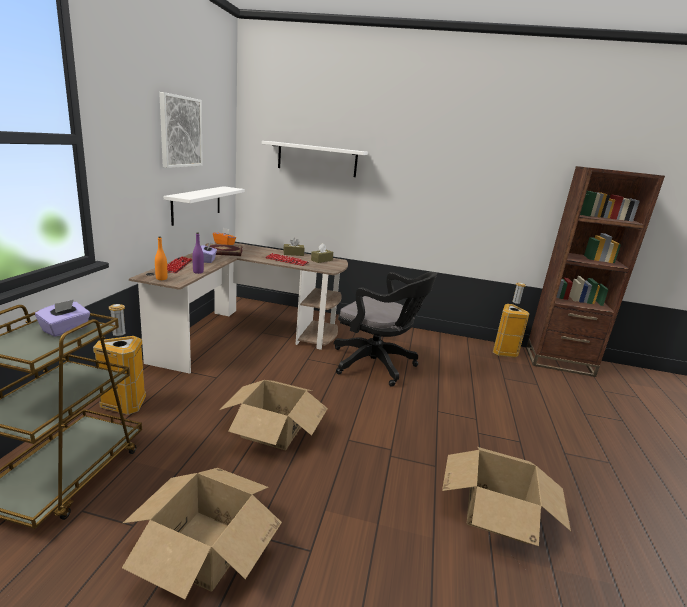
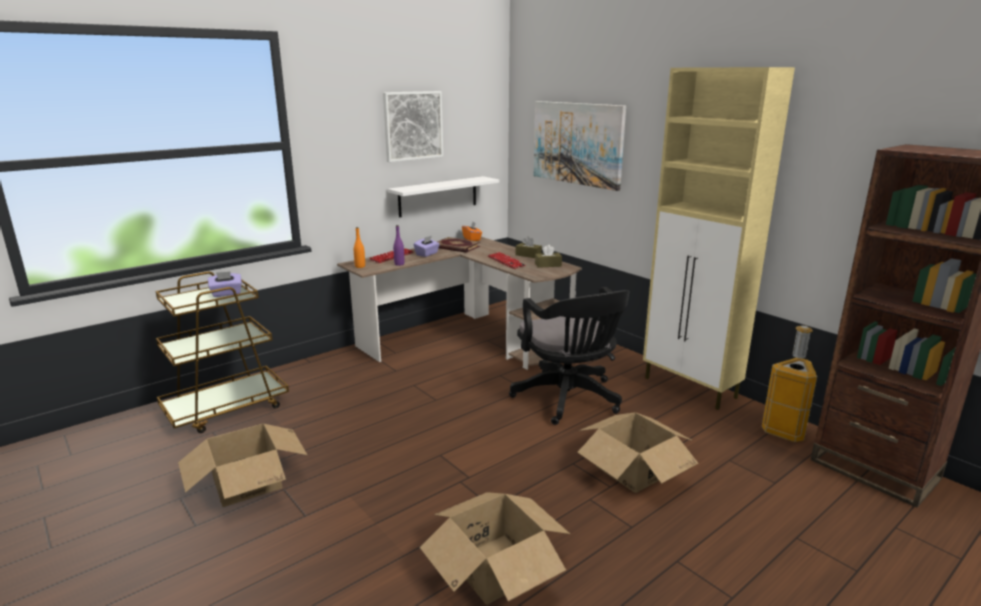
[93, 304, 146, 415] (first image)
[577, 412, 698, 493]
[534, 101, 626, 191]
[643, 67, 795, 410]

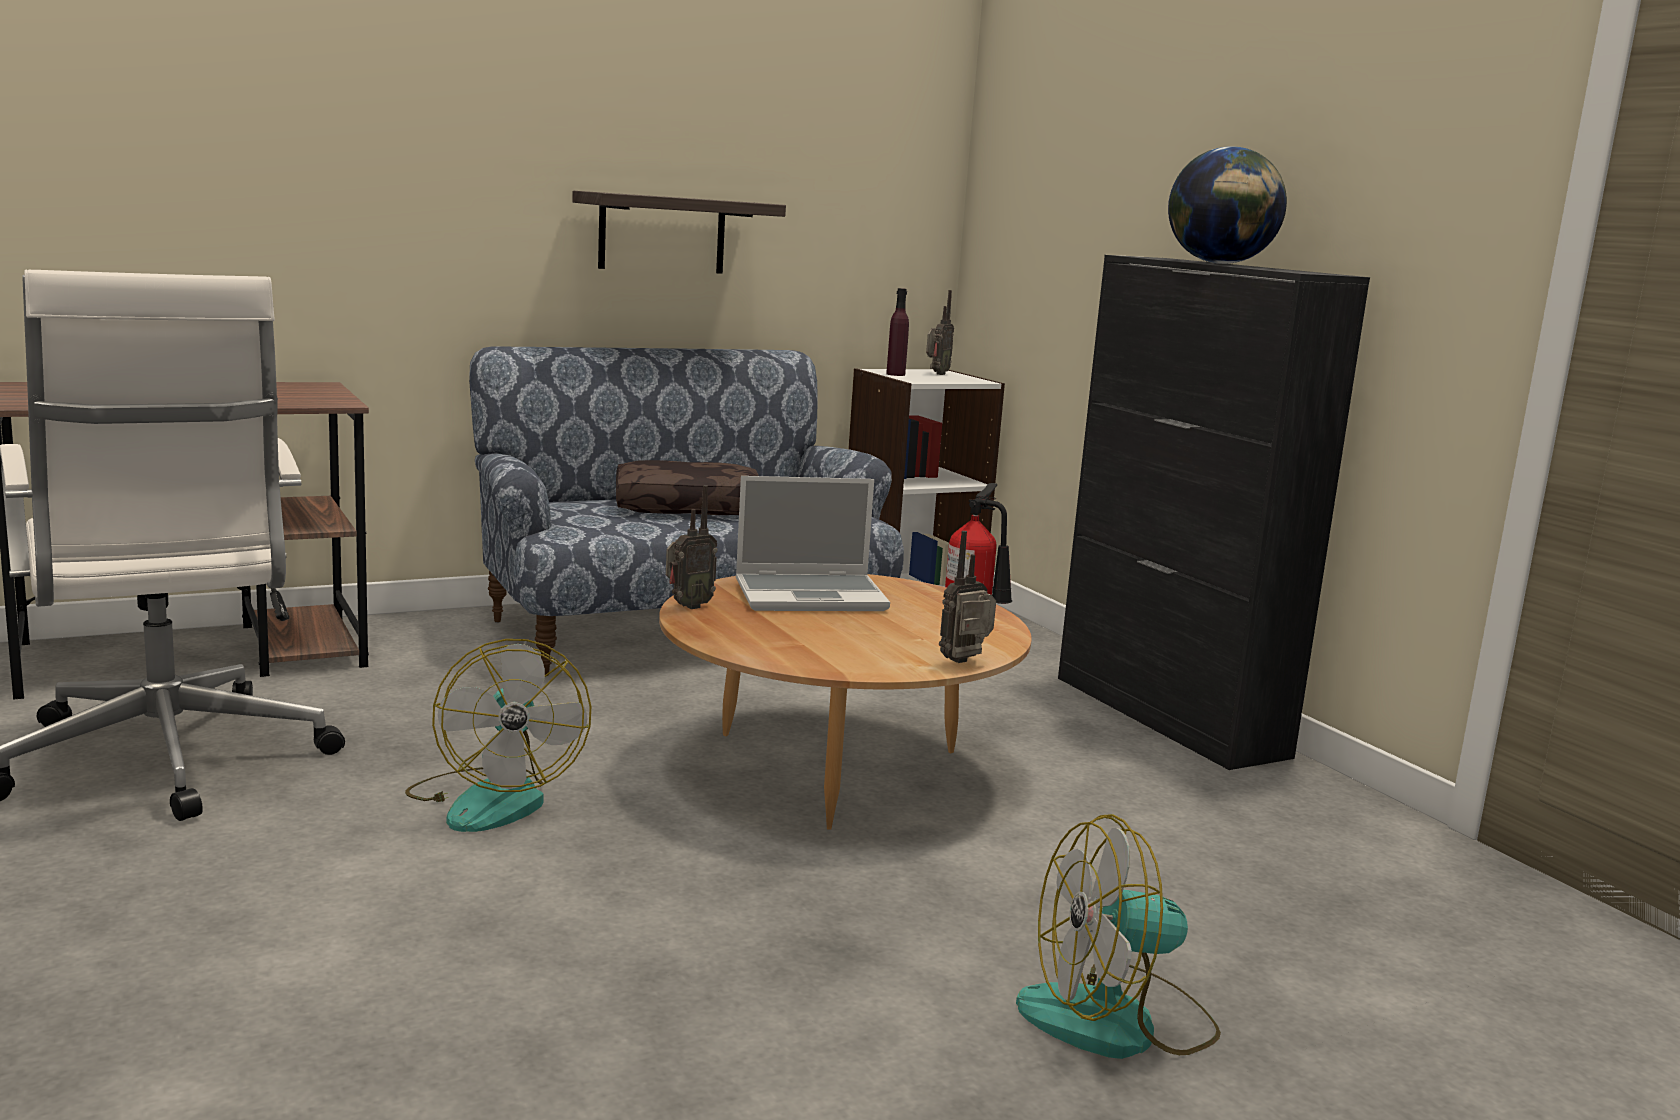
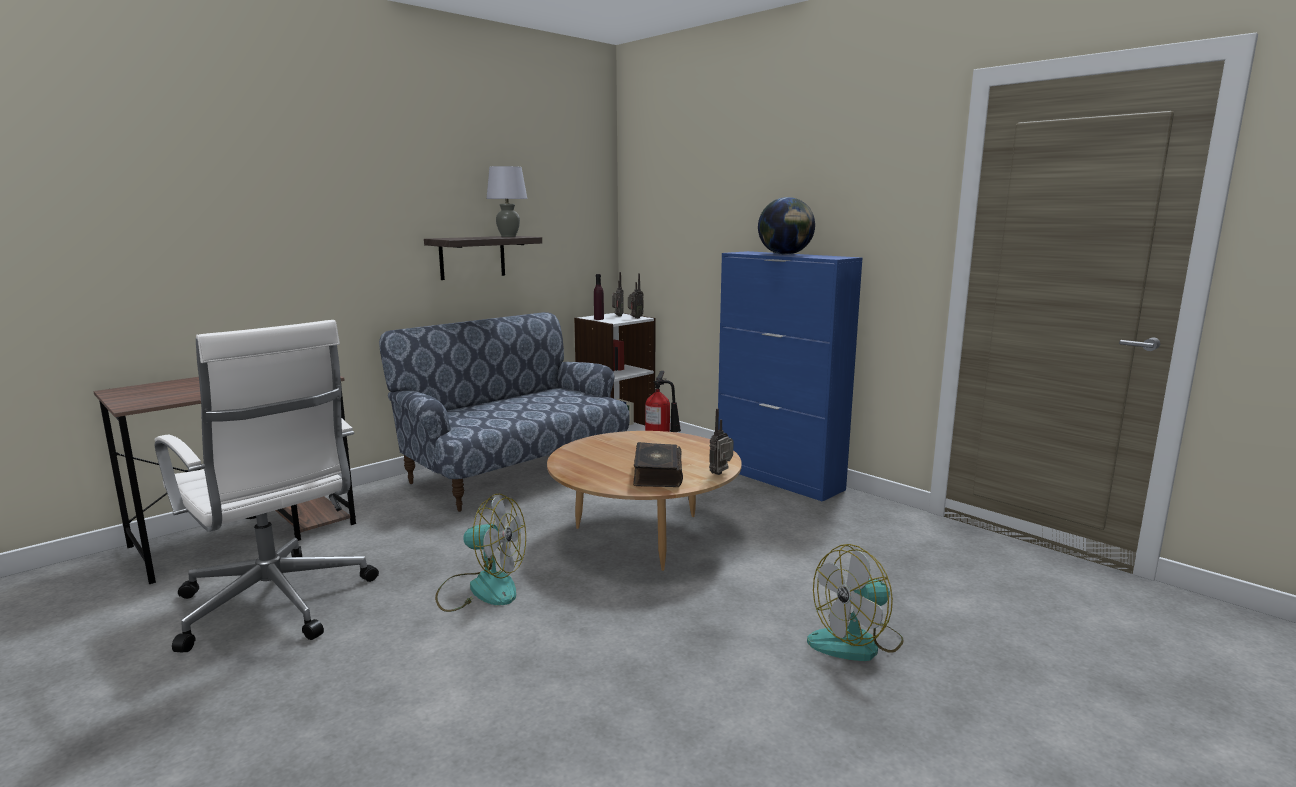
[435, 493, 526, 612]
[616, 460, 759, 515] (first image)
[628, 273, 644, 319]
[736, 476, 890, 611] (first image)
[718, 251, 863, 502]
[486, 166, 527, 237]
[633, 442, 683, 487]

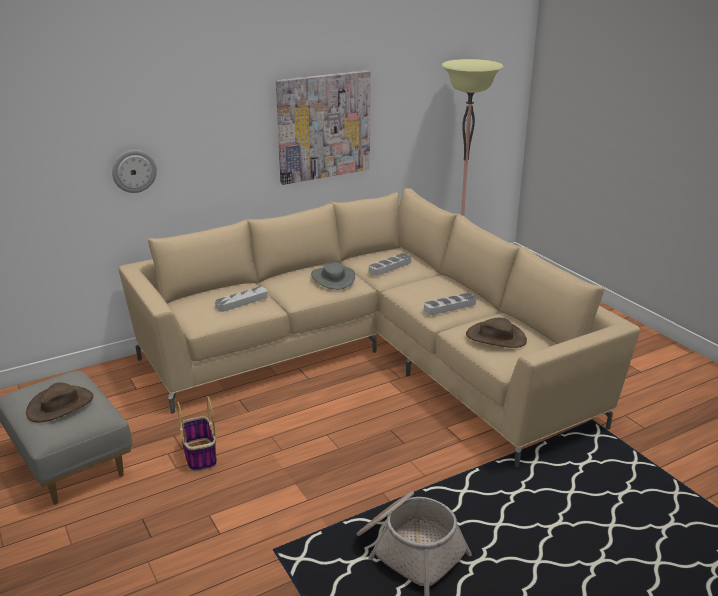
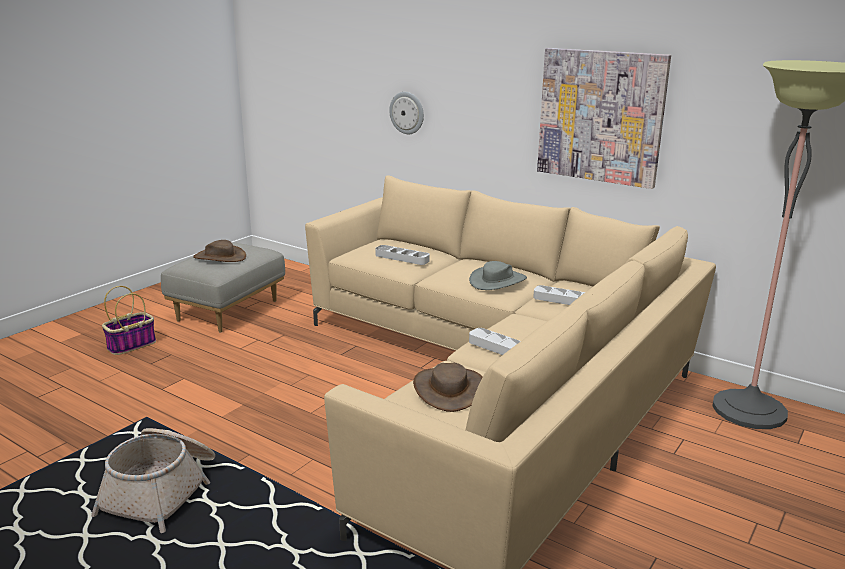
[102, 286, 156, 355]

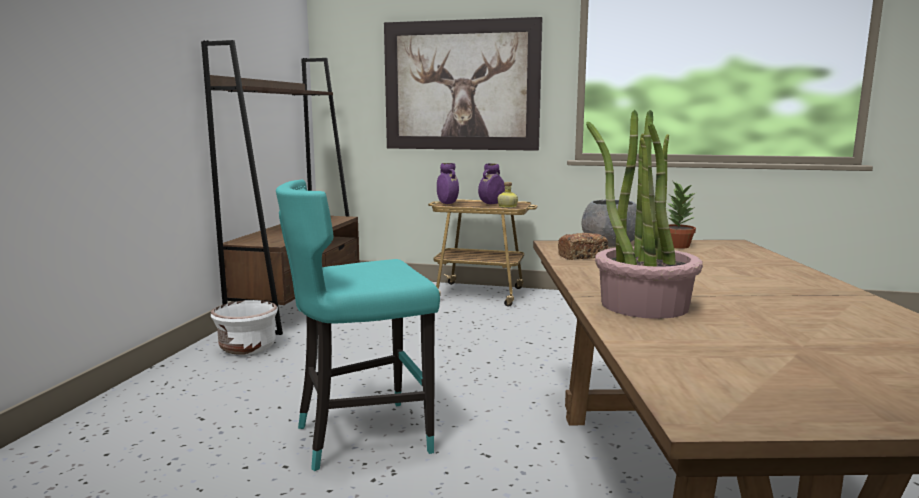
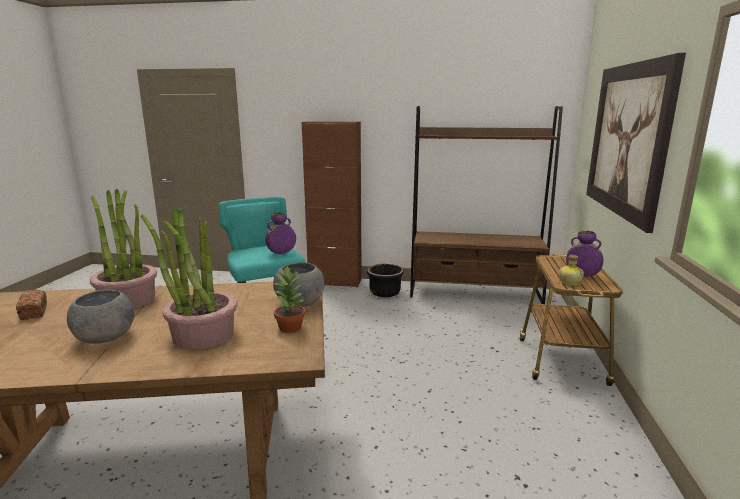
[367, 264, 403, 297]
[265, 213, 296, 254]
[16, 289, 47, 320]
[67, 290, 134, 344]
[141, 207, 237, 350]
[302, 121, 362, 288]

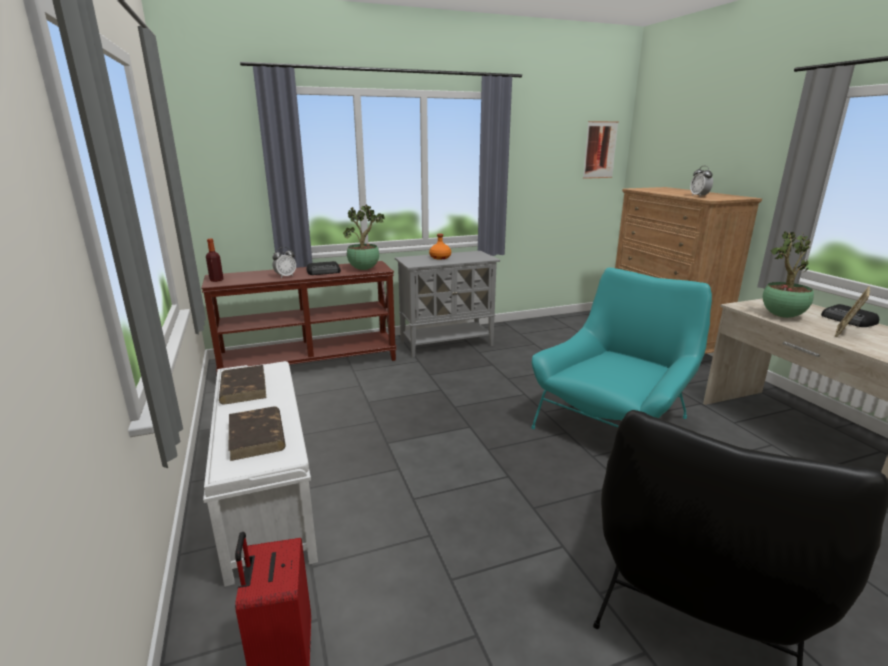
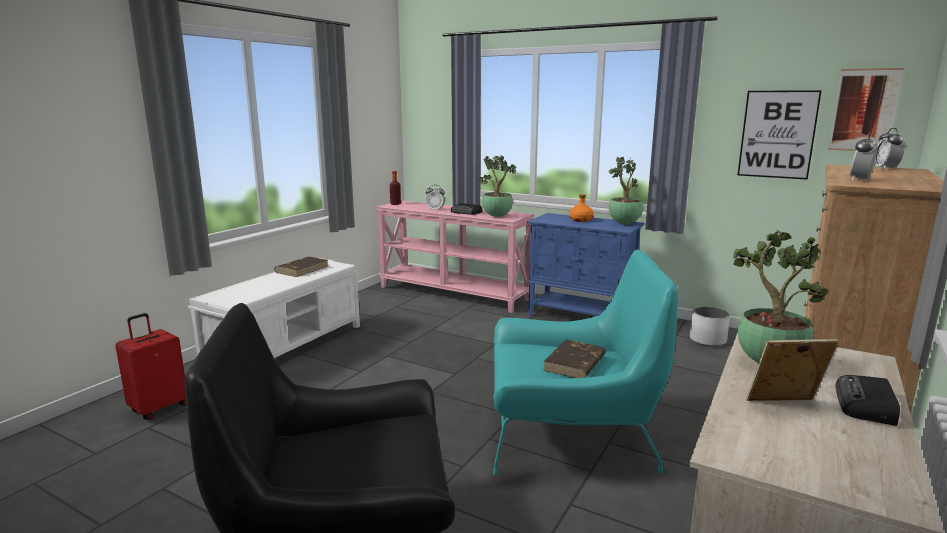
[376, 200, 534, 313]
[543, 339, 606, 378]
[527, 213, 645, 316]
[608, 157, 643, 224]
[690, 306, 730, 347]
[738, 90, 822, 180]
[875, 128, 905, 170]

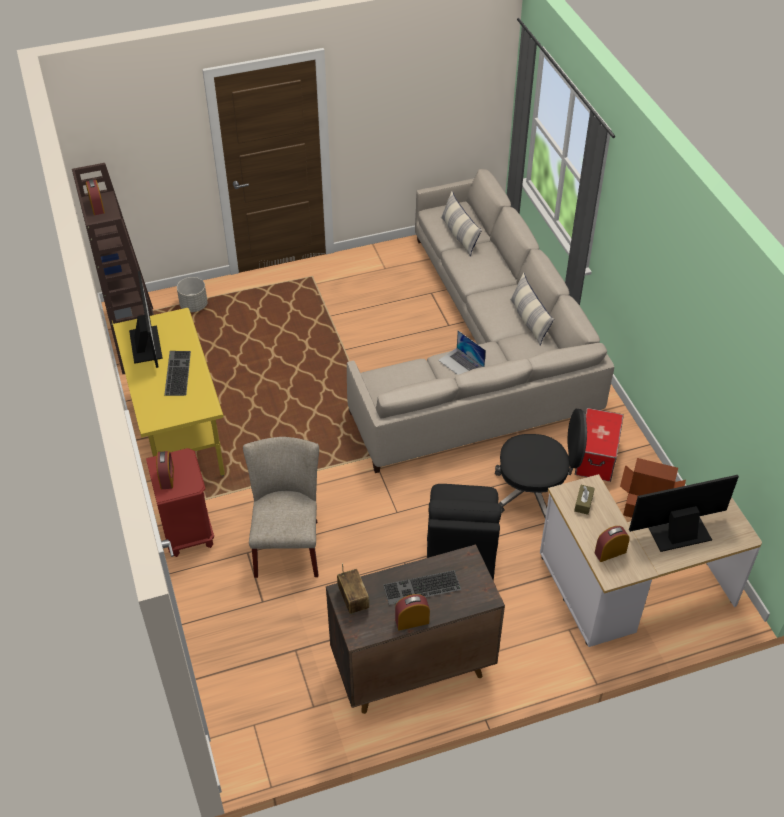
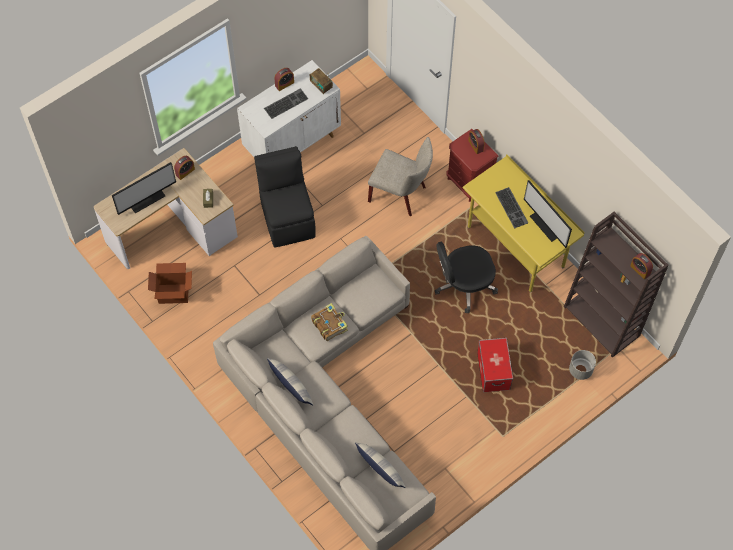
[368, 137, 433, 216]
[237, 60, 341, 157]
[311, 303, 348, 341]
[435, 242, 498, 313]
[477, 338, 513, 392]

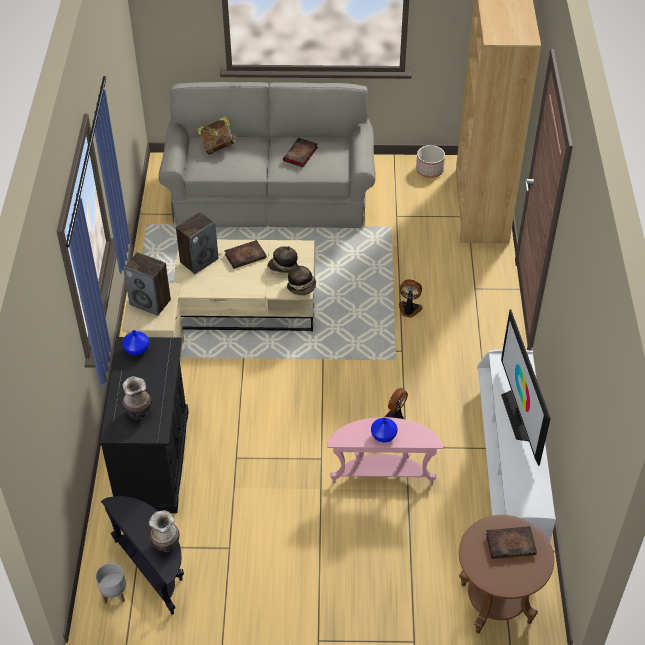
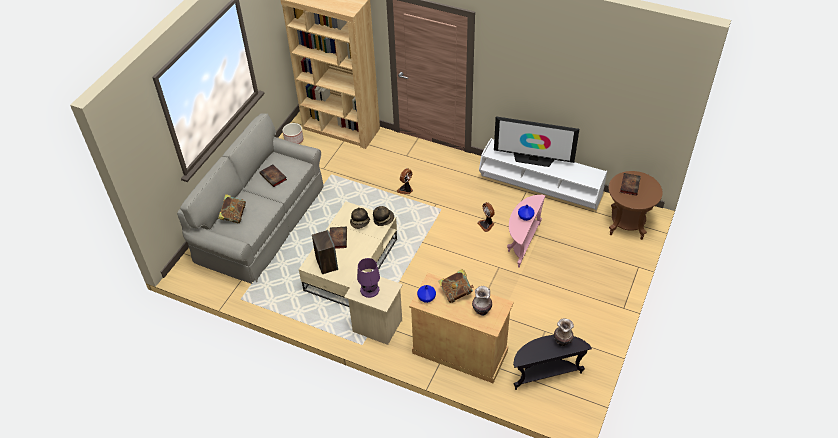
[96, 563, 126, 604] (first image)
[409, 273, 514, 383]
[357, 258, 380, 298]
[438, 269, 474, 303]

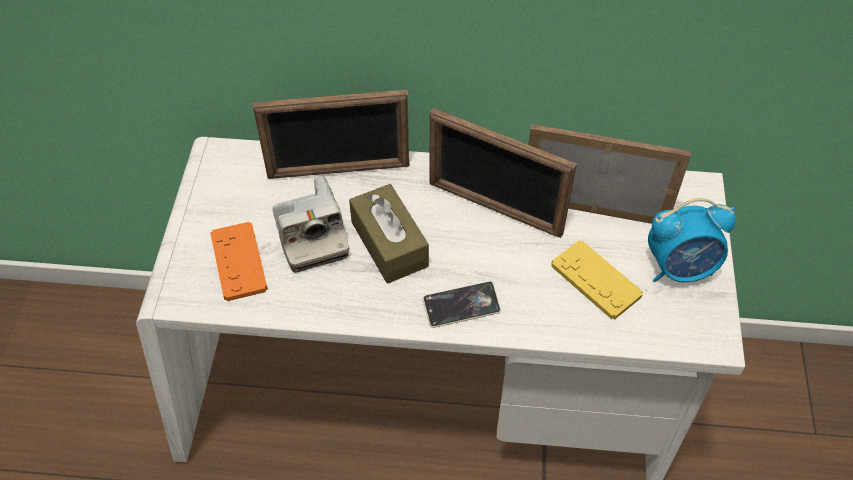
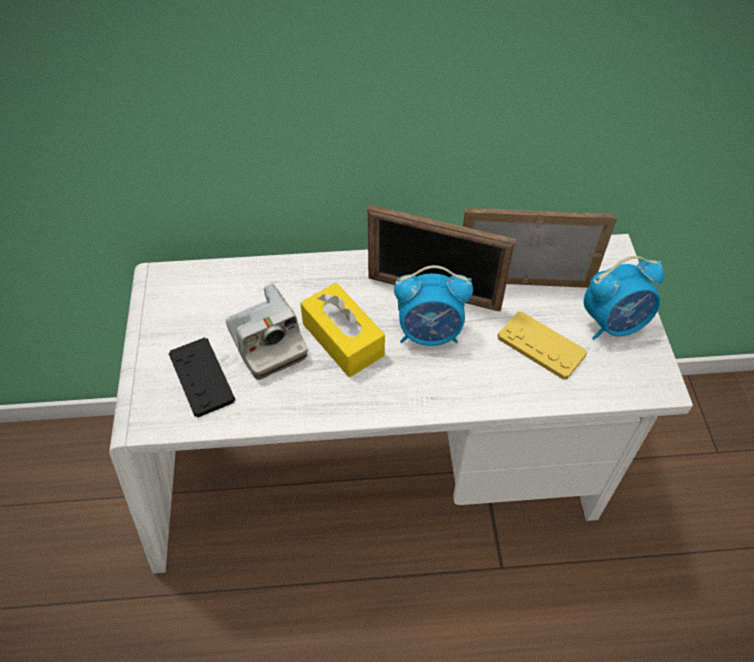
[168, 337, 235, 418]
[253, 90, 409, 179] (first image)
[300, 283, 385, 377]
[423, 281, 501, 328] (first image)
[394, 265, 473, 346]

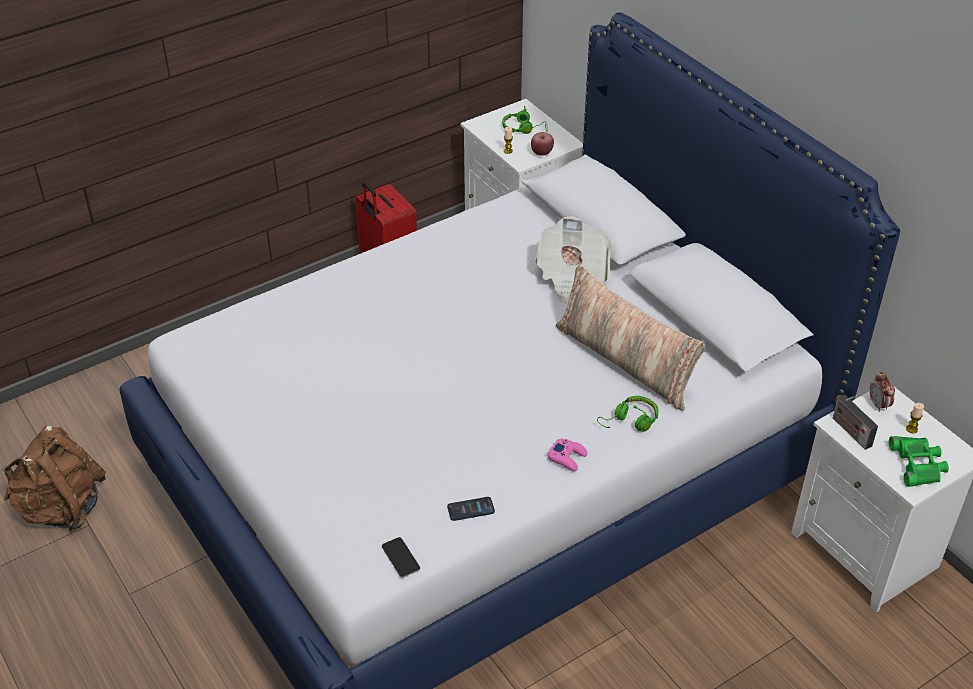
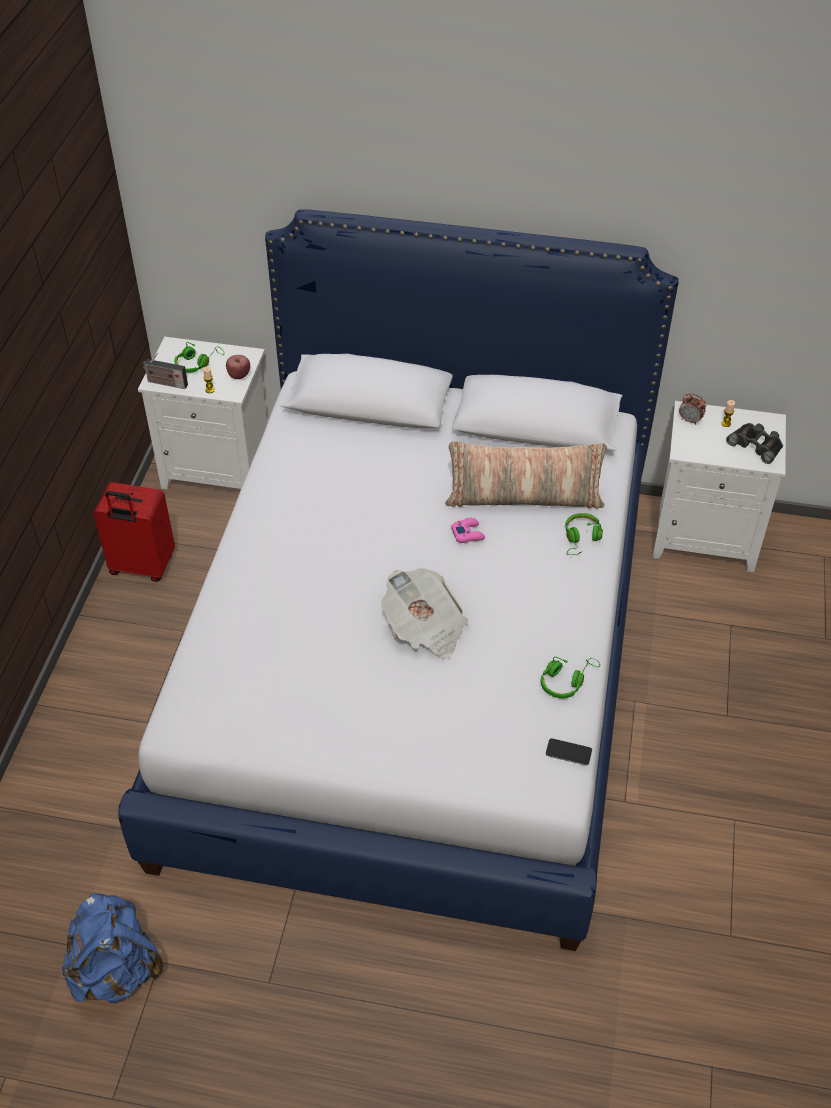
[62, 892, 163, 1003]
[541, 657, 600, 699]
[381, 568, 468, 659]
[451, 518, 485, 543]
[142, 353, 188, 389]
[726, 423, 783, 464]

